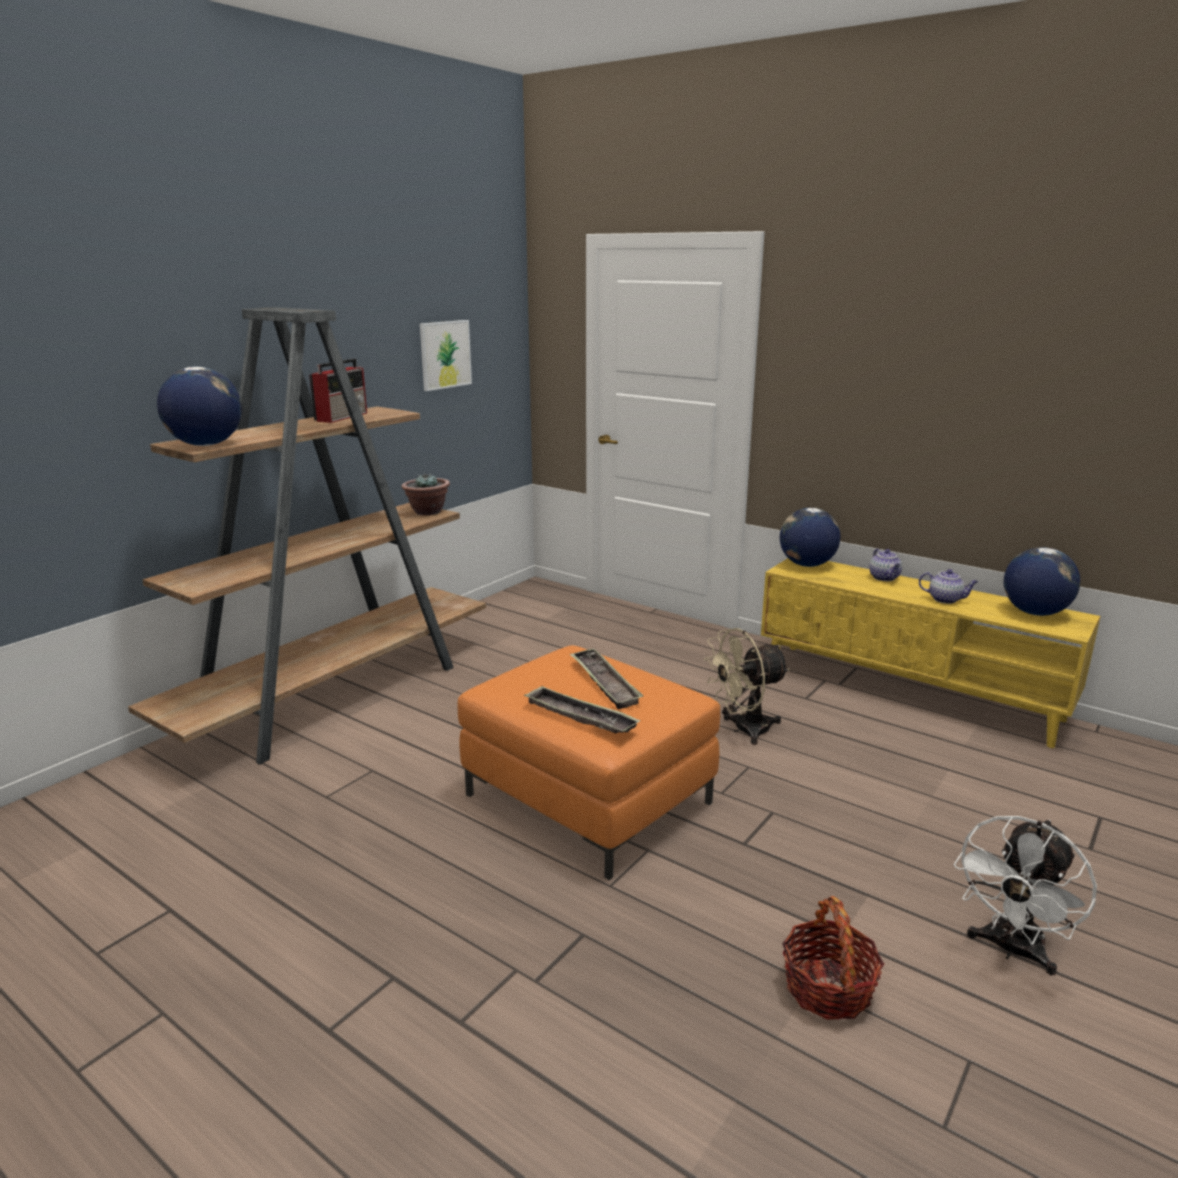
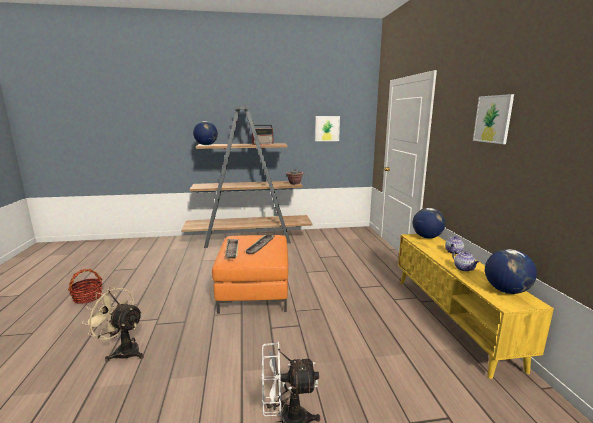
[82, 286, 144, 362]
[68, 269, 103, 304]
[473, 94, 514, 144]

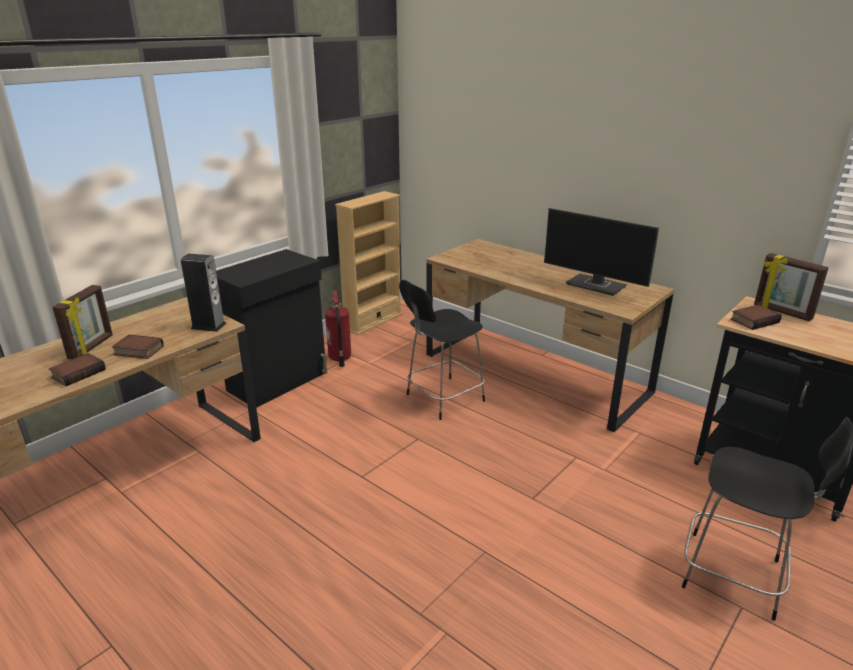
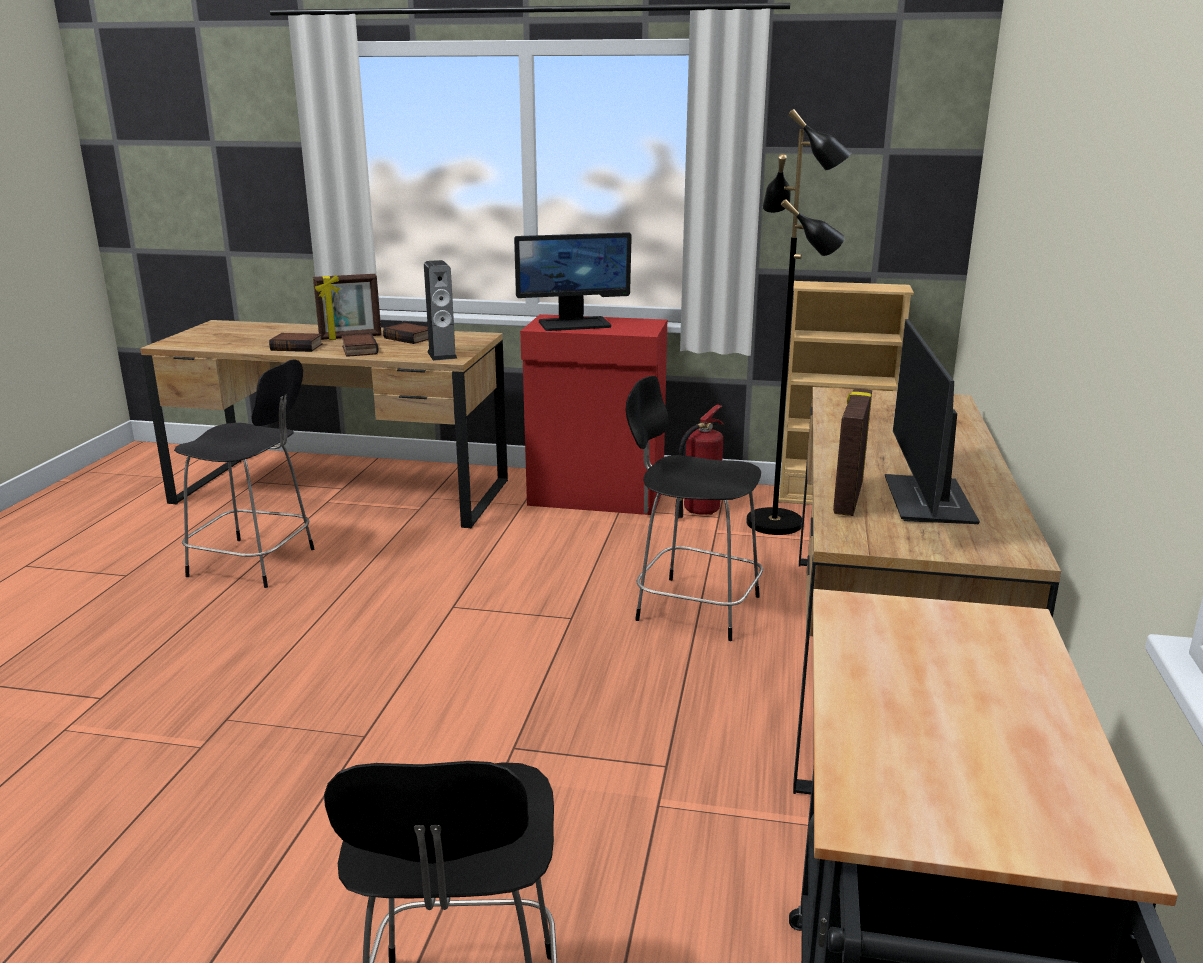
[520, 314, 667, 515]
[383, 323, 428, 344]
[833, 389, 872, 516]
[174, 359, 314, 588]
[514, 232, 632, 331]
[746, 109, 851, 535]

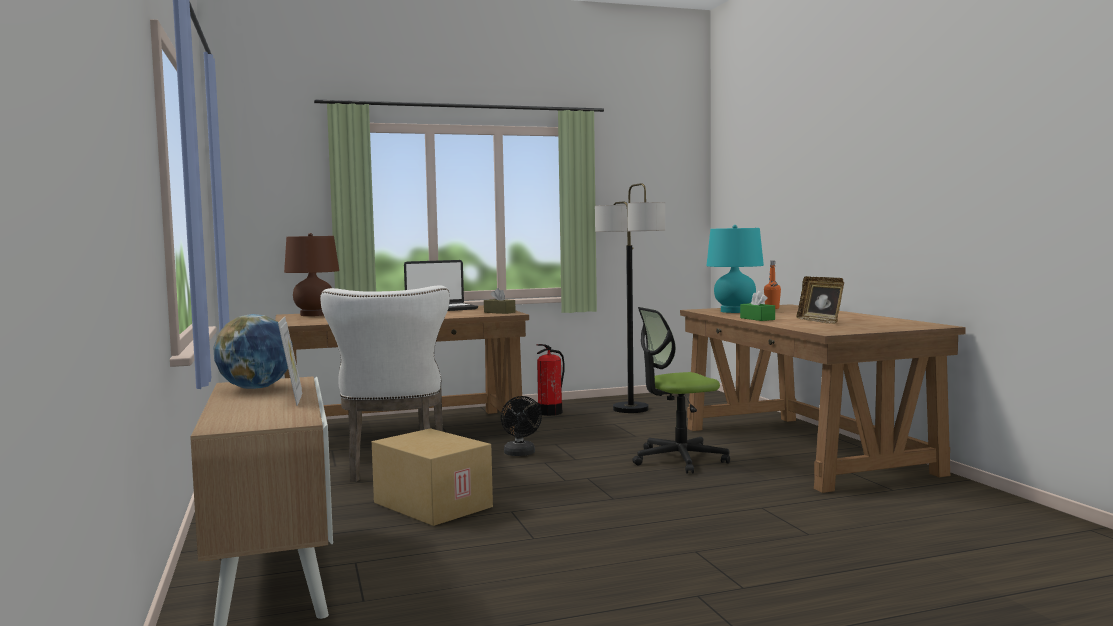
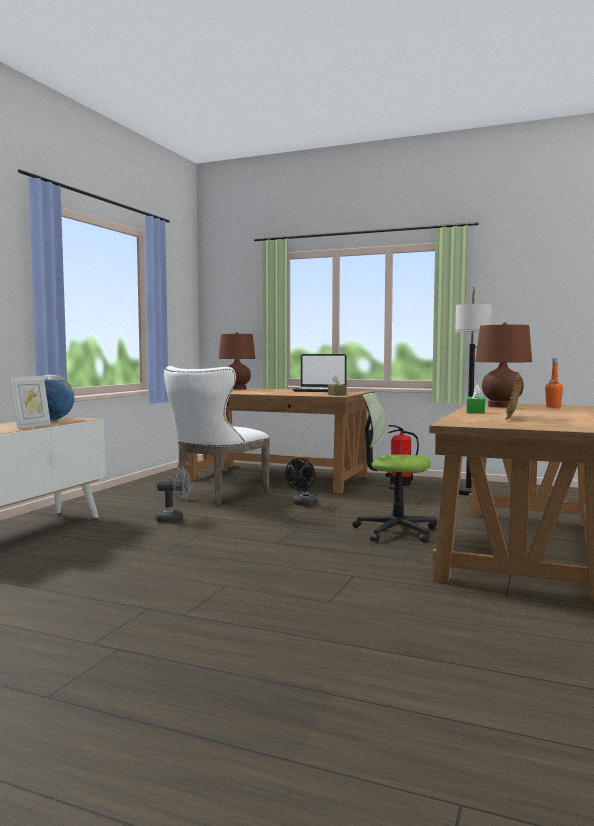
[156, 467, 191, 523]
[475, 322, 532, 408]

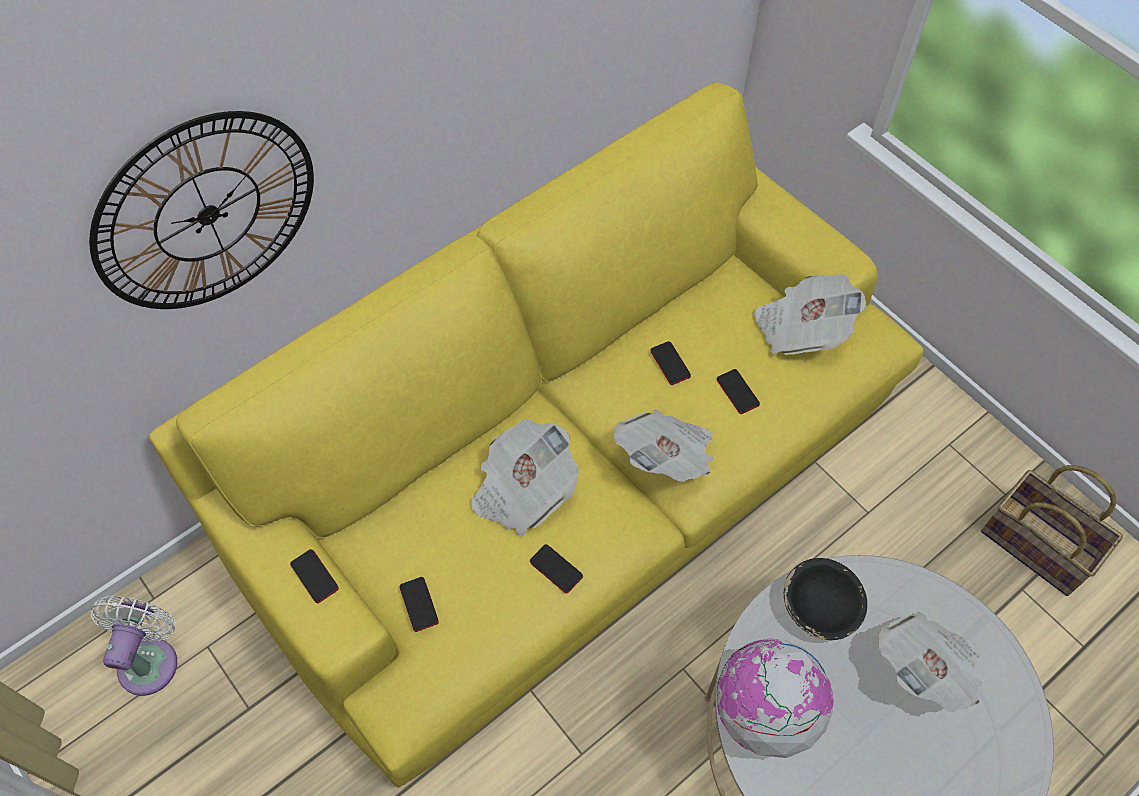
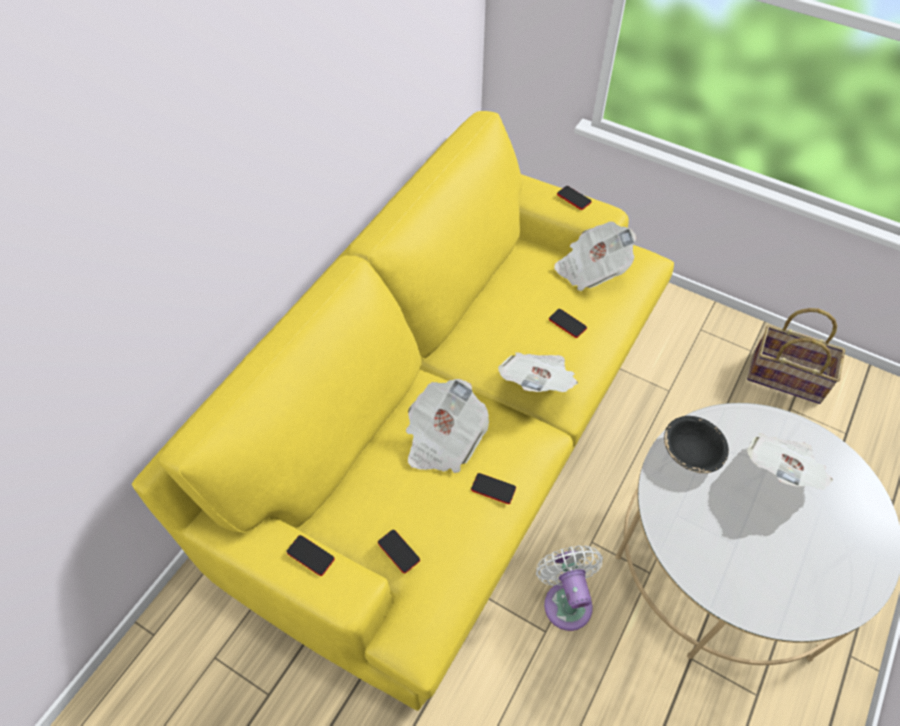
[89, 111, 314, 309] (first image)
[536, 545, 603, 631]
[557, 186, 592, 210]
[715, 639, 834, 758] (first image)

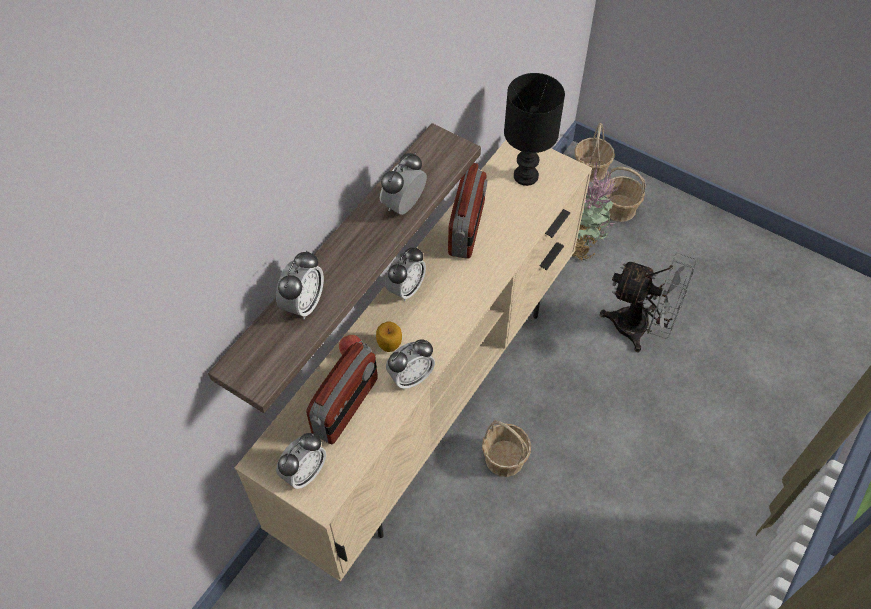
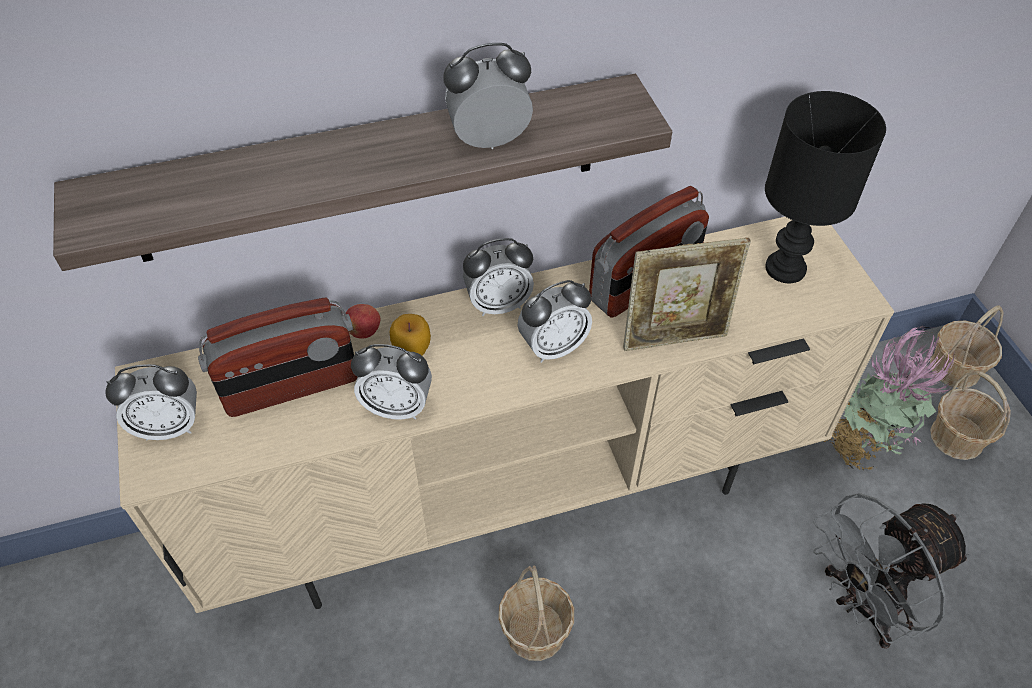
[518, 280, 592, 363]
[813, 493, 970, 649]
[623, 238, 751, 351]

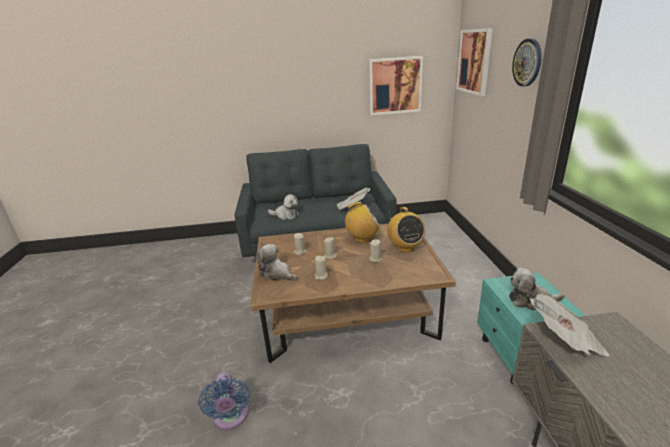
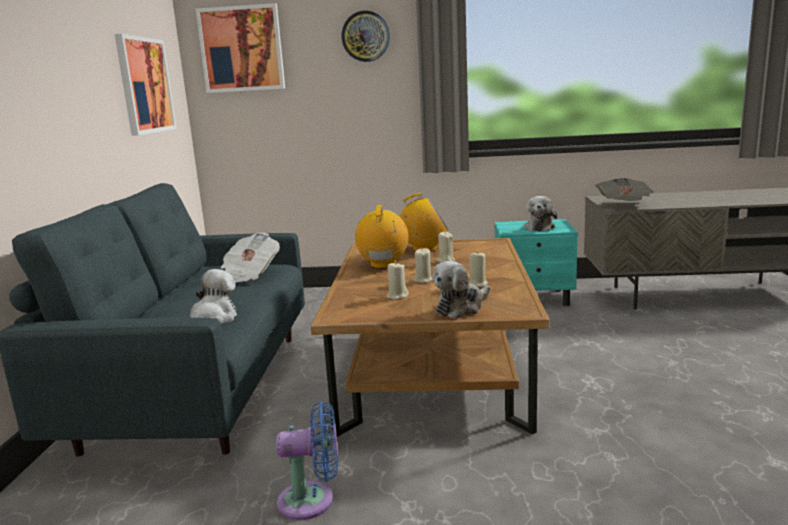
[276, 402, 338, 520]

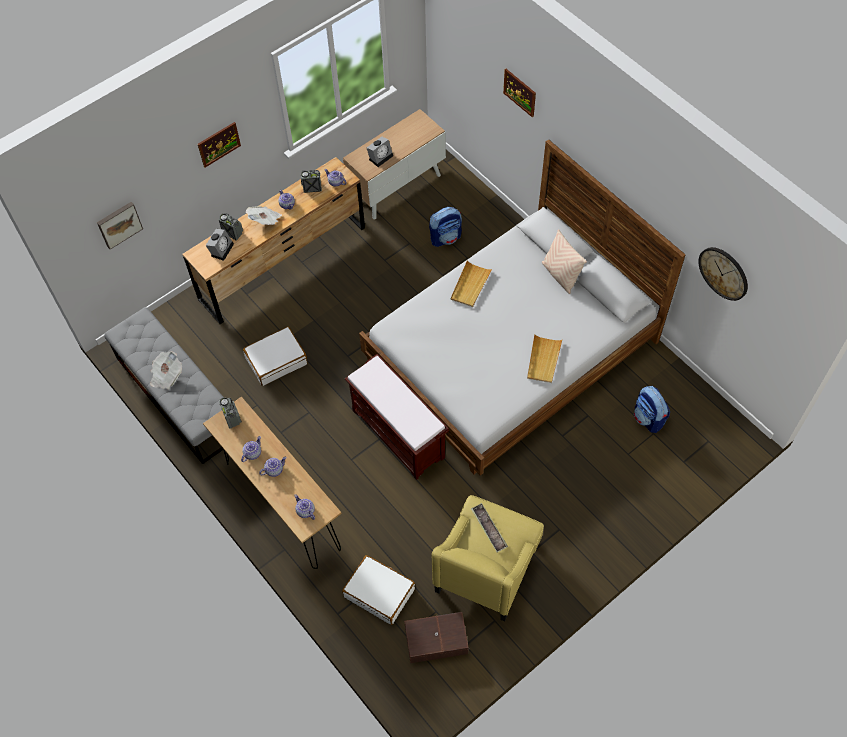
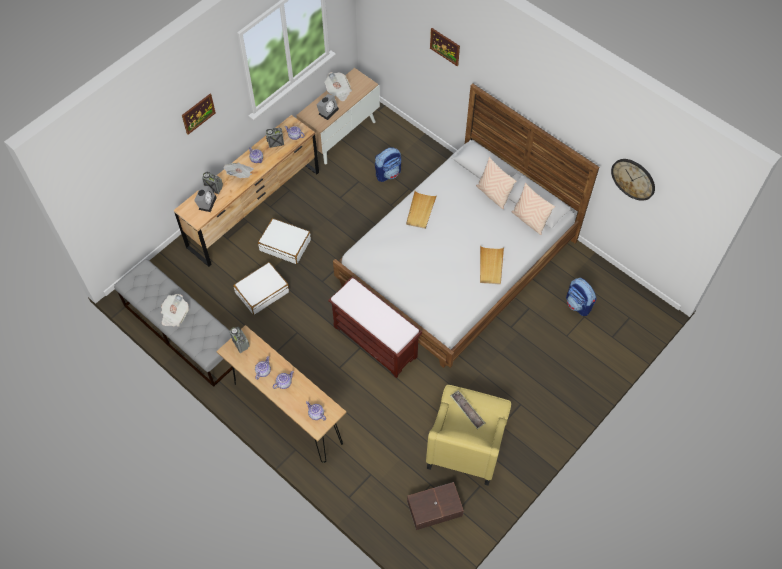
[97, 202, 143, 249] (first image)
[258, 218, 311, 264]
[325, 72, 352, 101]
[511, 183, 555, 235]

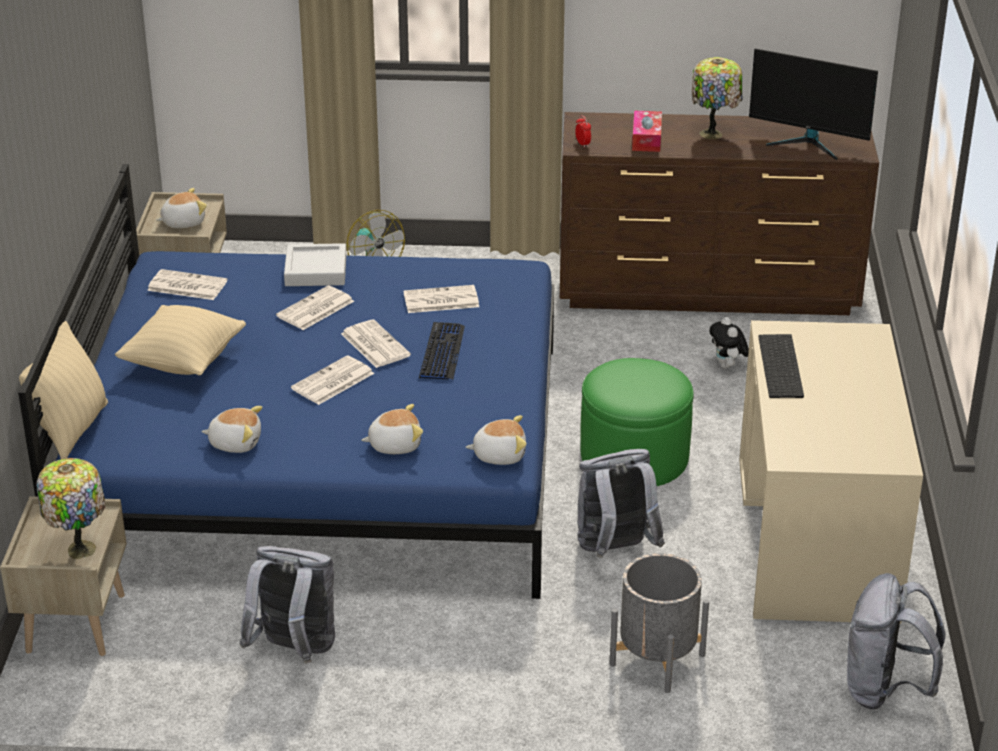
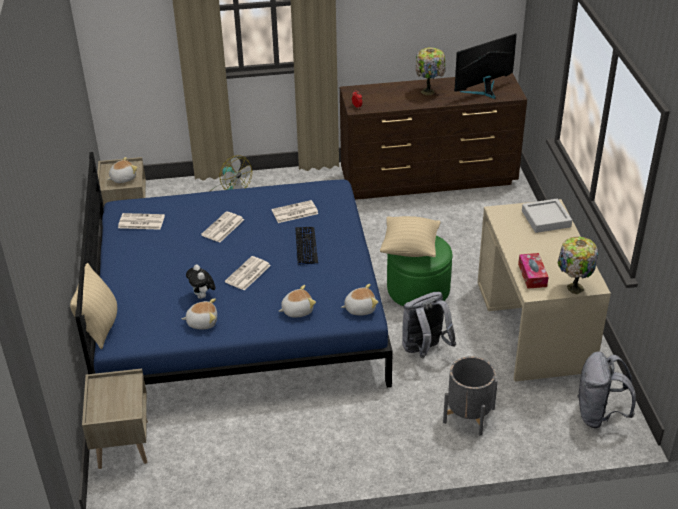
[558, 236, 598, 294]
[380, 216, 441, 257]
[240, 546, 335, 663] (first image)
[522, 199, 572, 233]
[341, 320, 411, 368] (first image)
[518, 253, 548, 289]
[186, 265, 215, 299]
[454, 33, 517, 99]
[758, 334, 804, 398] (first image)

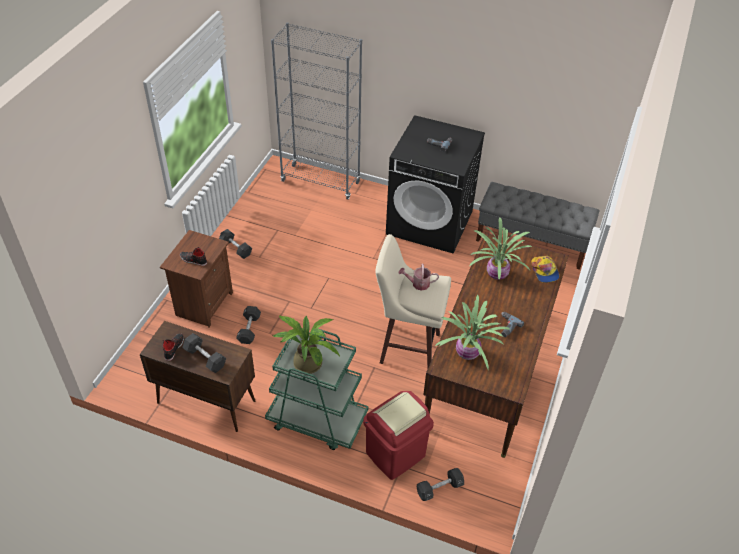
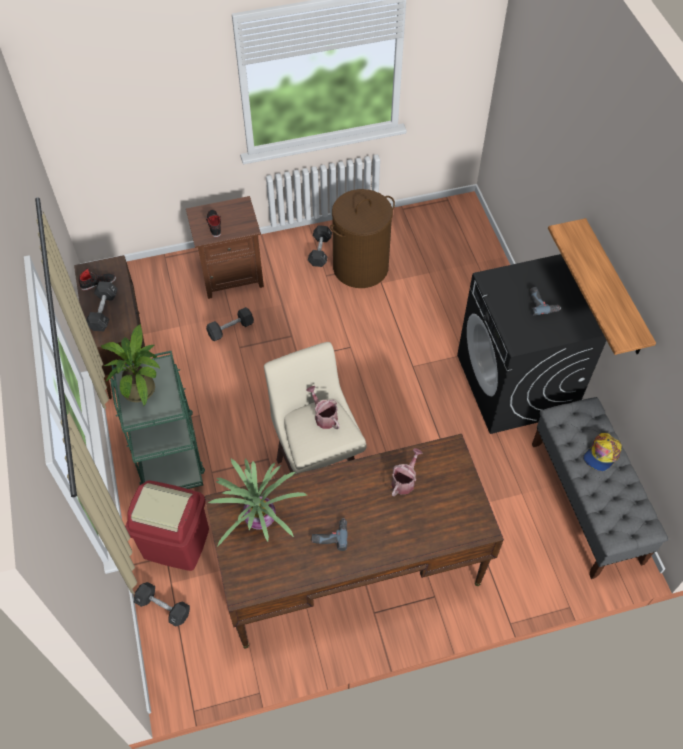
[271, 22, 362, 200] (first image)
[391, 449, 423, 496]
[583, 433, 622, 471]
[330, 189, 395, 288]
[548, 218, 656, 355]

